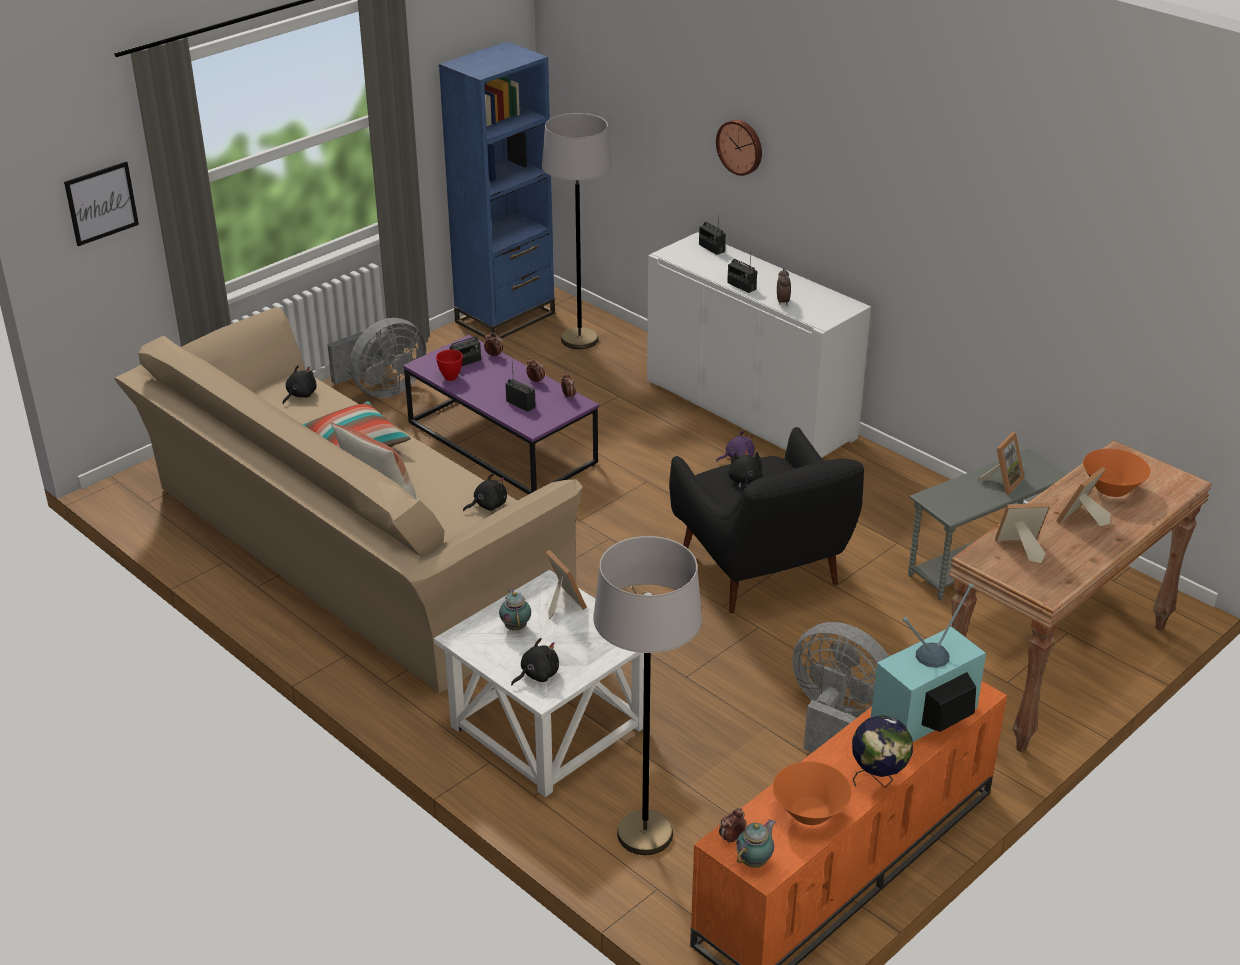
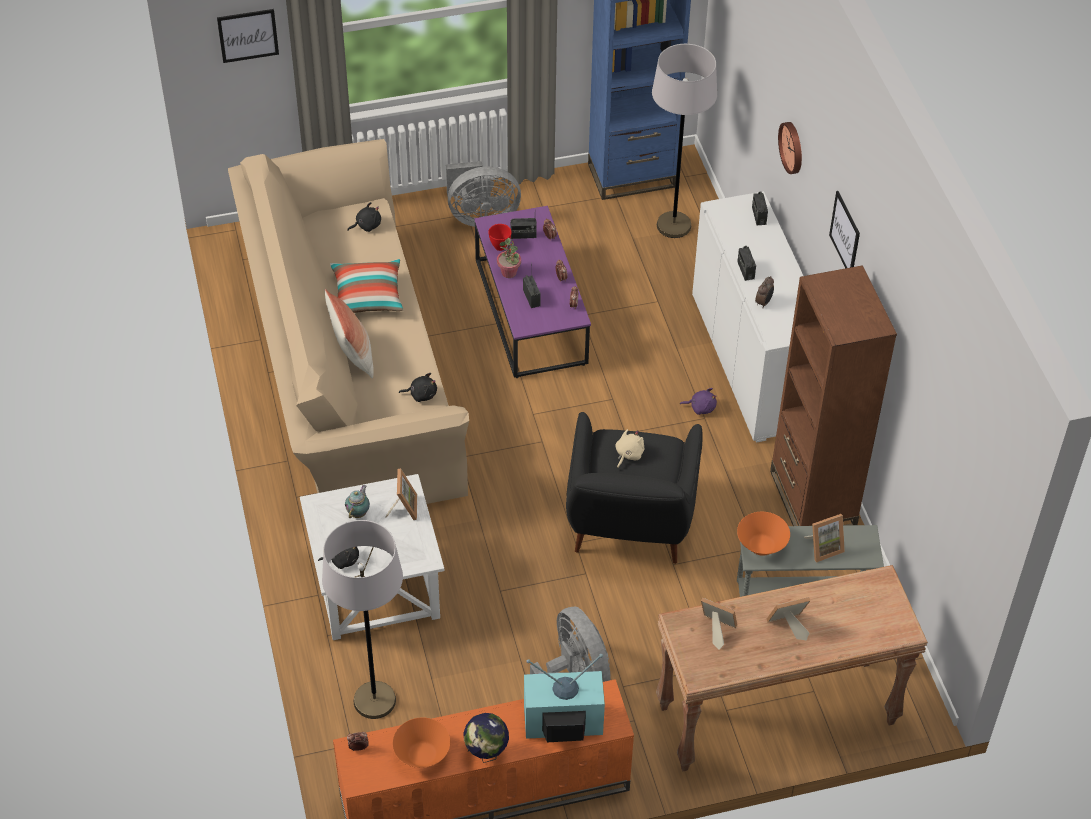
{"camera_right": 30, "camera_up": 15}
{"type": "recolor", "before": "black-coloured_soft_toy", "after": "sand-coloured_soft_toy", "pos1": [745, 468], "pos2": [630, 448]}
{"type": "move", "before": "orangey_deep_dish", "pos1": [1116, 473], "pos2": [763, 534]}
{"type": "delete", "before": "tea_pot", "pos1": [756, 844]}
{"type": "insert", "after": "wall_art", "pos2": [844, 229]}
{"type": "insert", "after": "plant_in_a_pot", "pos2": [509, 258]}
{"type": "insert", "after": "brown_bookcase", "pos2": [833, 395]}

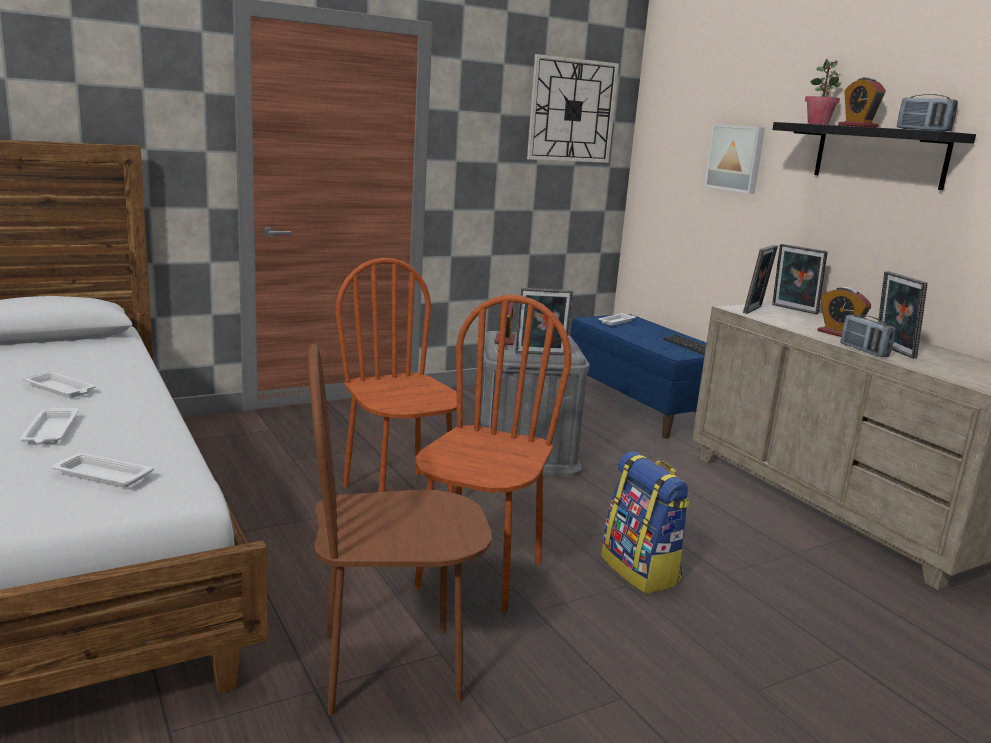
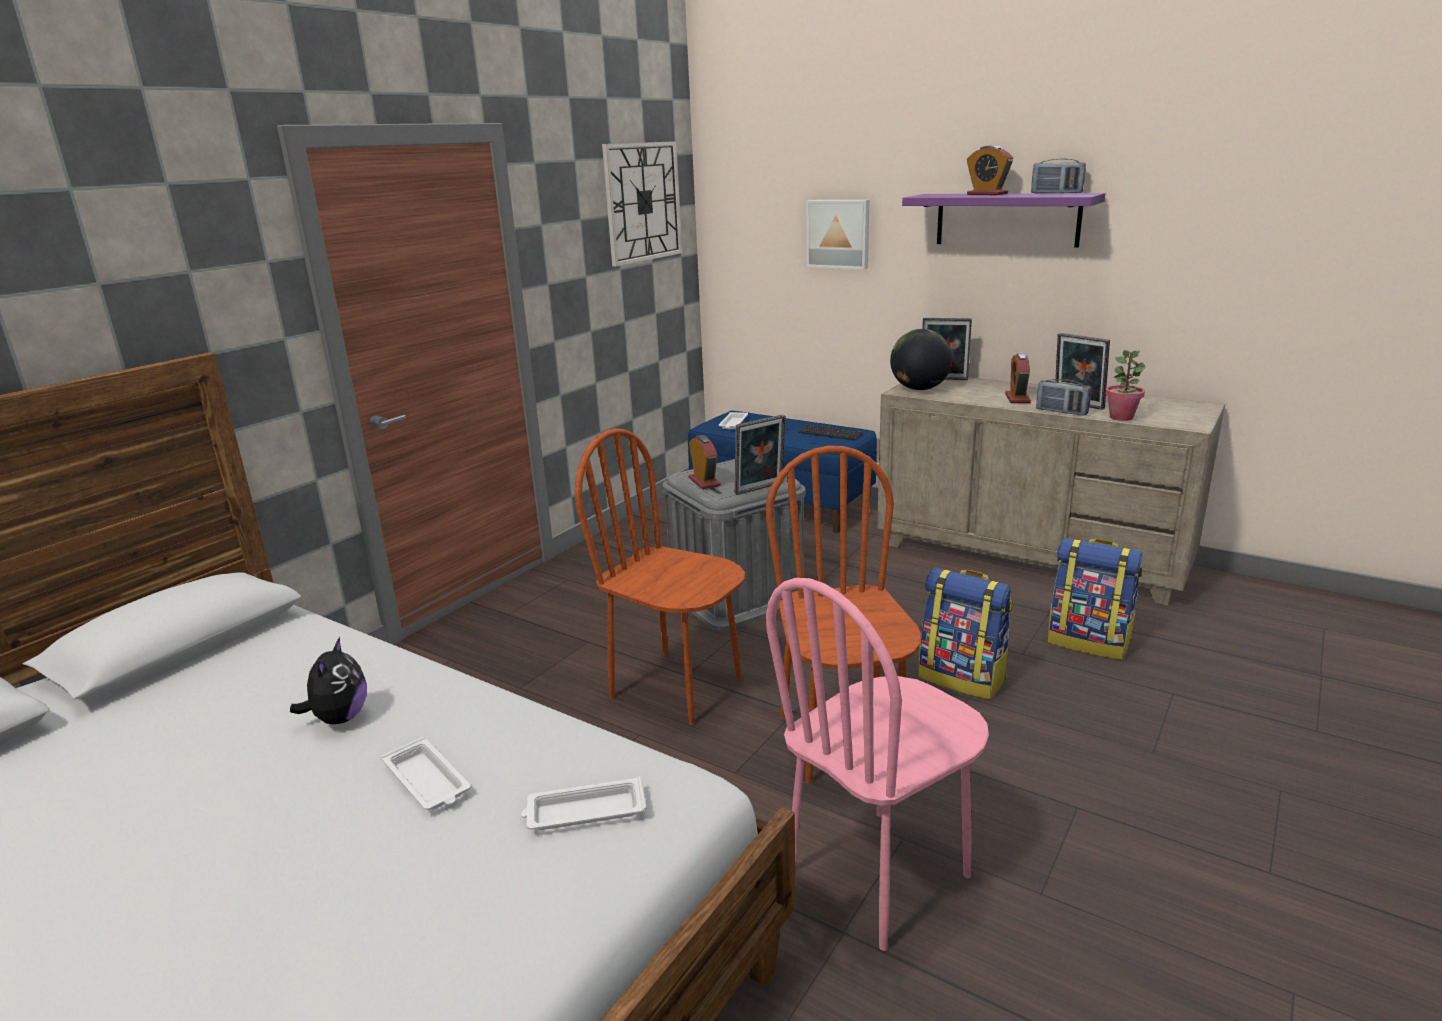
{"camera_right": -25, "camera_up": 5}
{"type": "move", "before": "plant_in_a_pot", "pos1": [823, 92], "pos2": [1125, 385]}
{"type": "recolor", "before": "black-coloured_bracket_shelf", "after": "purple_bracket_shelf", "pos1": [874, 156], "pos2": [1003, 220]}
{"type": "replace", "before": "picture_frame", "after": "desk_globe", "pos1": [760, 279], "pos2": [921, 359]}
{"type": "rotate", "before": "bedside_clock", "pos1": [844, 312], "pos2": [1018, 378], "turn": 75}
{"type": "recolor", "before": "brown_upright_chair", "after": "pinkish_upright_chair", "pos1": [400, 529], "pos2": [877, 764]}
{"type": "replace", "before": "white_carrying_tray", "after": "soft_toy", "pos1": [59, 384], "pos2": [328, 680]}
{"type": "insert", "after": "knapsack", "pos2": [1095, 599]}

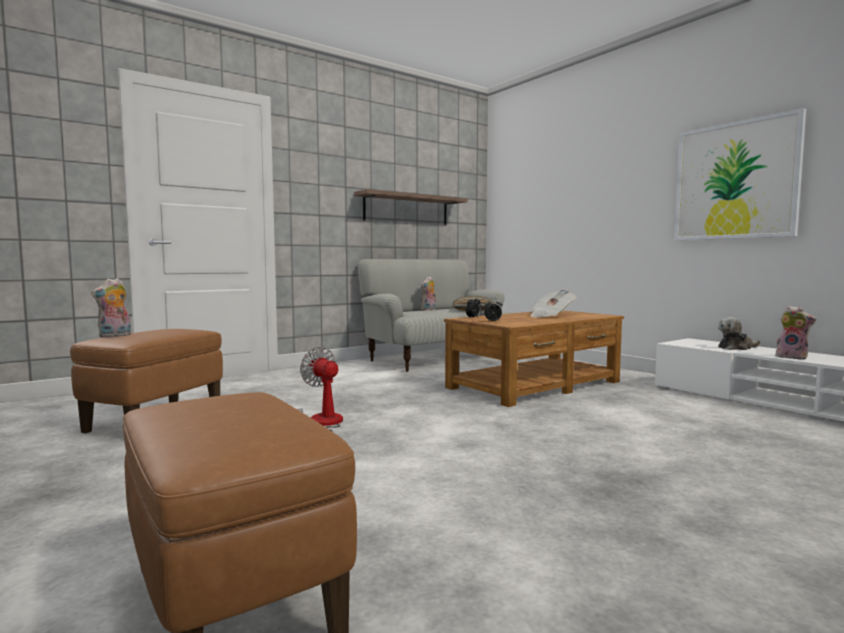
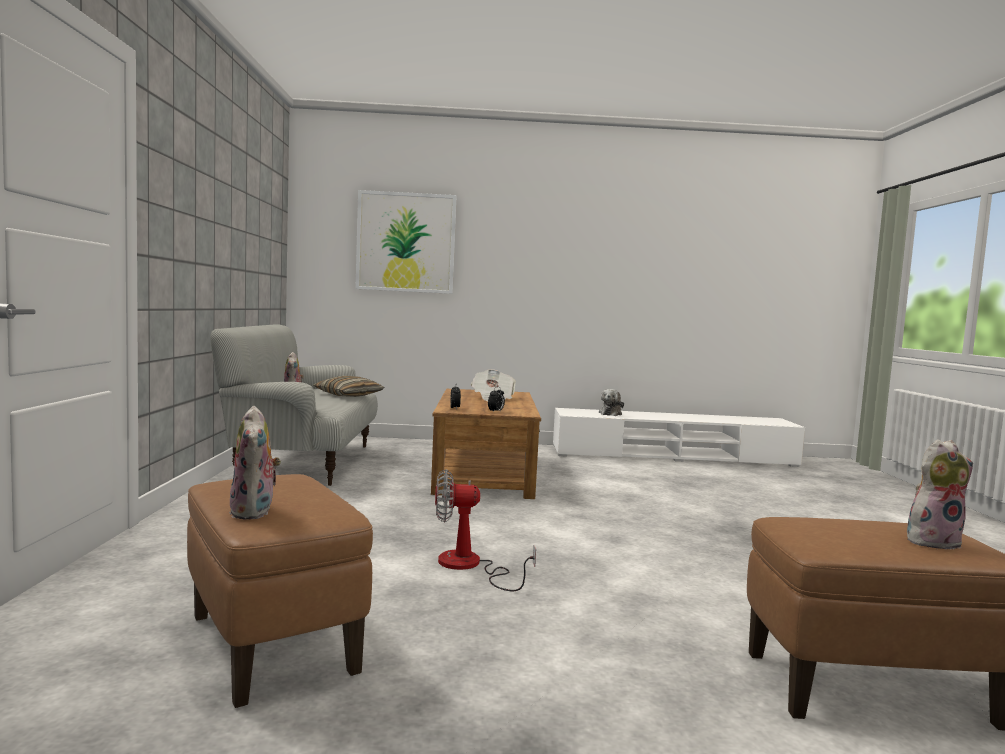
{"camera_right": -55, "camera_up": 0}
{"type": "move", "before": "wall_art", "pos1": [740, 174], "pos2": [406, 242]}
{"type": "delete", "before": "bracket_shelf", "pos1": [410, 207]}
{"type": "move", "before": "soft_toy", "pos1": [795, 332], "pos2": [940, 494]}

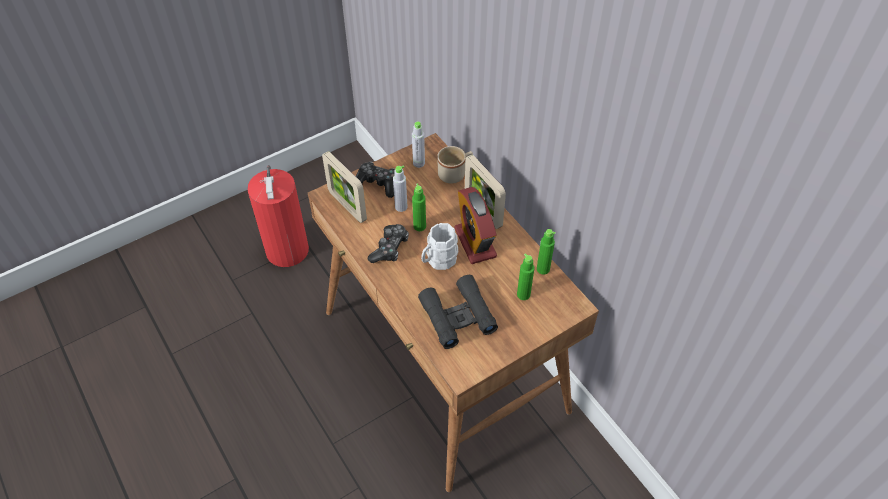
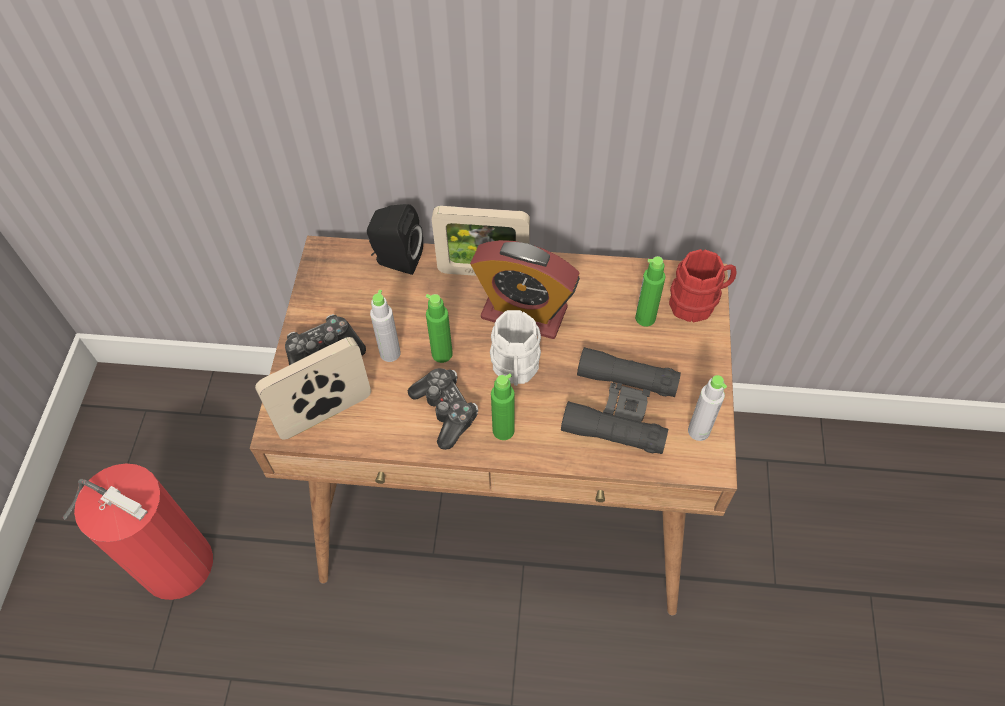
{"camera_right": -50, "camera_up": 5}
{"type": "move", "before": "gray_bottle", "pos1": [418, 144], "pos2": [707, 408]}
{"type": "replace", "before": "sand-coloured_tea_mug", "after": "black-coloured_loudspeaker", "pos1": [455, 165], "pos2": [395, 239]}
{"type": "rotate", "before": "picture_frame", "pos1": [344, 187], "pos2": [313, 388], "turn": 150}
{"type": "move", "before": "green-coloured_bottle", "pos1": [546, 251], "pos2": [503, 407]}
{"type": "insert", "after": "reddish_tea_mug", "pos2": [703, 285]}

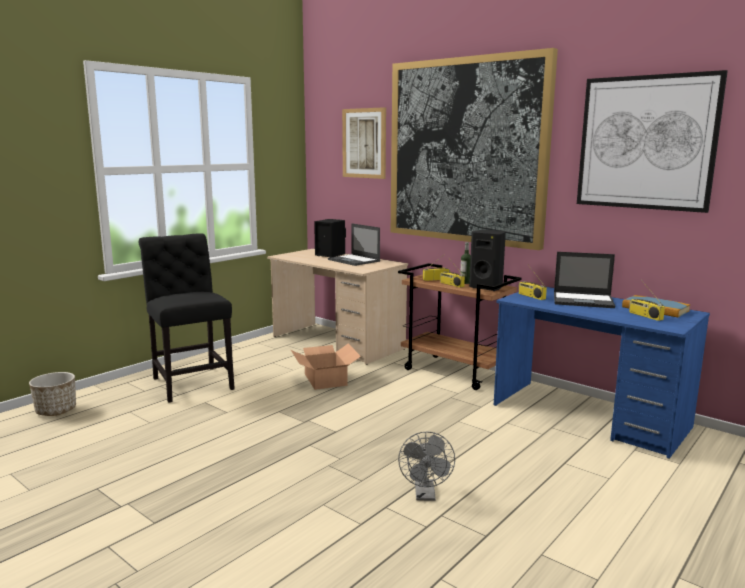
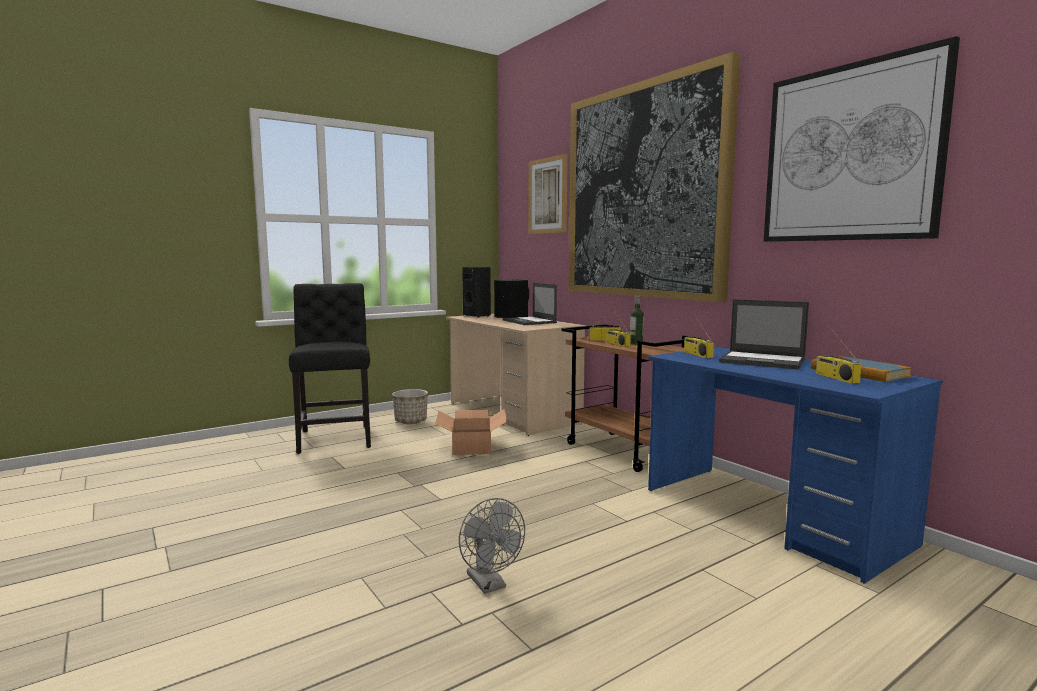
{"camera_right": 15, "camera_up": -5}
{"type": "move", "before": "black-coloured_loudspeaker", "pos1": [487, 260], "pos2": [476, 292]}
{"type": "move", "before": "plant_pot", "pos1": [52, 394], "pos2": [410, 406]}
{"type": "rotate", "before": "gray_cooling_fan", "pos1": [426, 466], "pos2": [492, 546], "turn": -45}

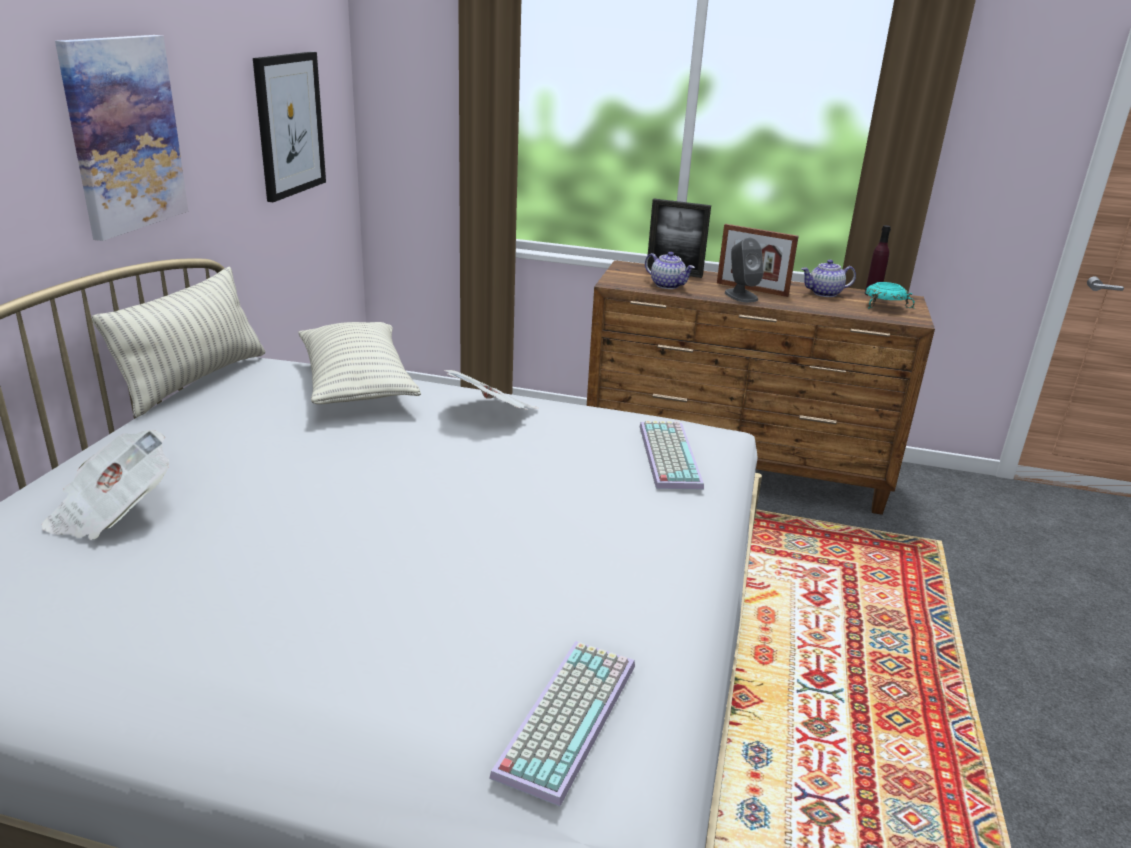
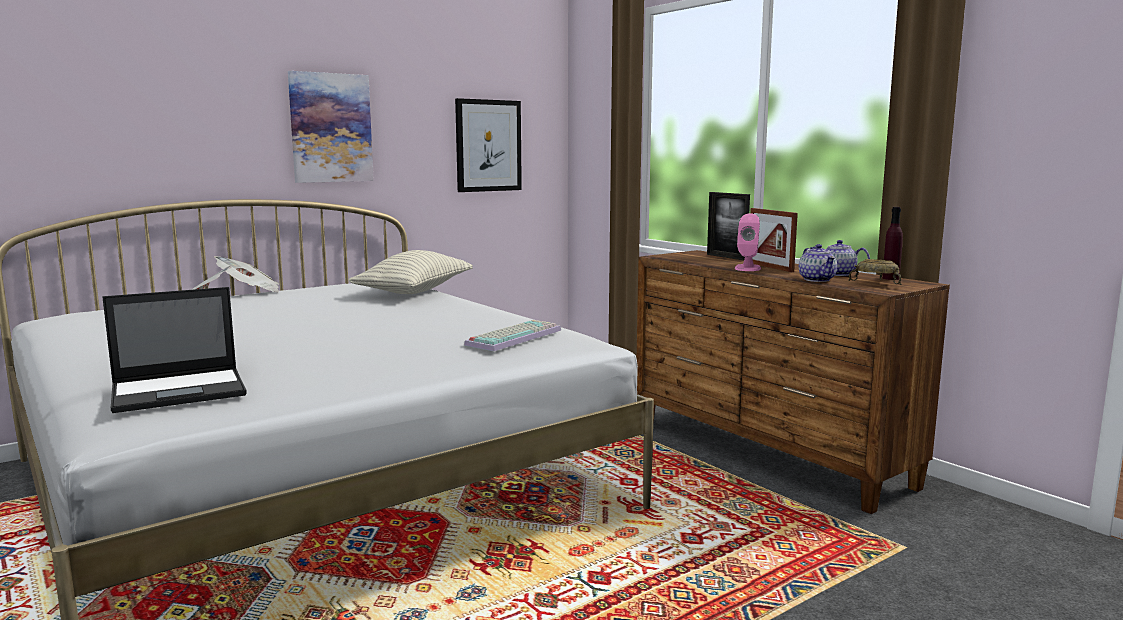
{"camera_right": 40, "camera_up": -15}
{"type": "recolor", "before": "gray_loudspeaker", "after": "pinkish_loudspeaker", "pos1": [744, 270], "pos2": [748, 242]}
{"type": "move", "before": "tea_pot", "pos1": [670, 270], "pos2": [818, 263]}
{"type": "delete", "before": "pillow", "pos1": [178, 342]}
{"type": "recolor", "before": "turquoise_deep_dish", "after": "sand-coloured_deep_dish", "pos1": [890, 295], "pos2": [874, 272]}
{"type": "move", "before": "printed_paper", "pos1": [491, 390], "pos2": [246, 274]}
{"type": "replace", "before": "PC_keyboard", "after": "laptop", "pos1": [562, 723], "pos2": [174, 350]}

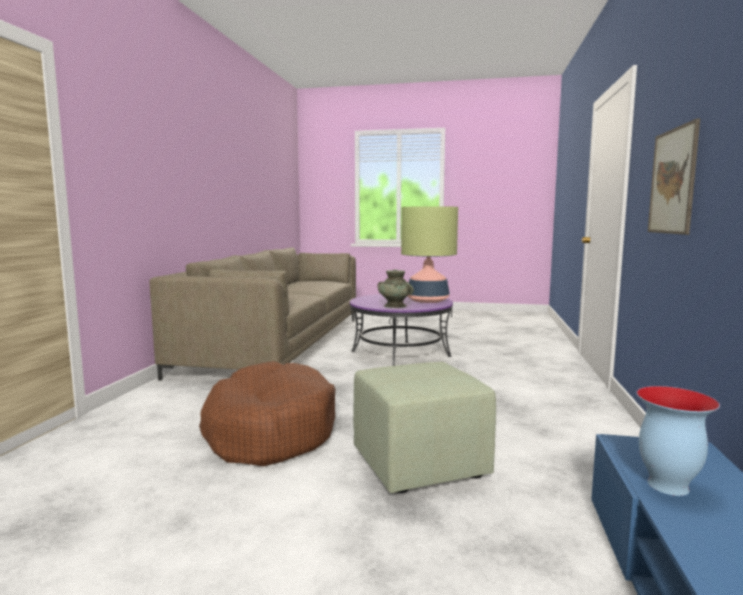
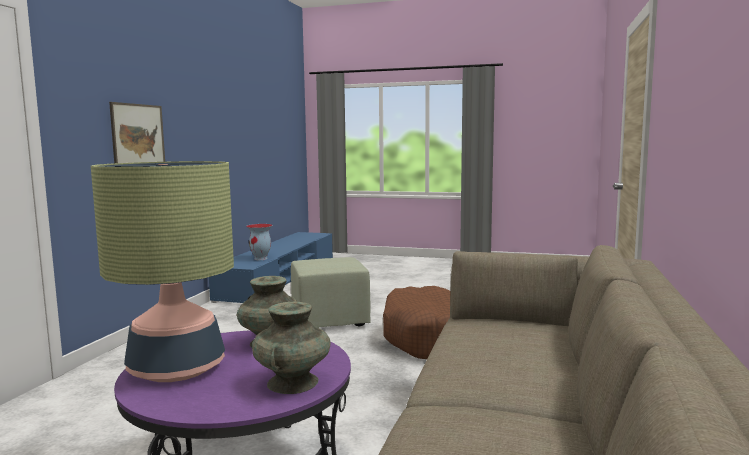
{"camera_right": -175, "camera_up": 0}
{"type": "insert", "after": "turquoise_decorative_vase", "pos2": [291, 348]}

